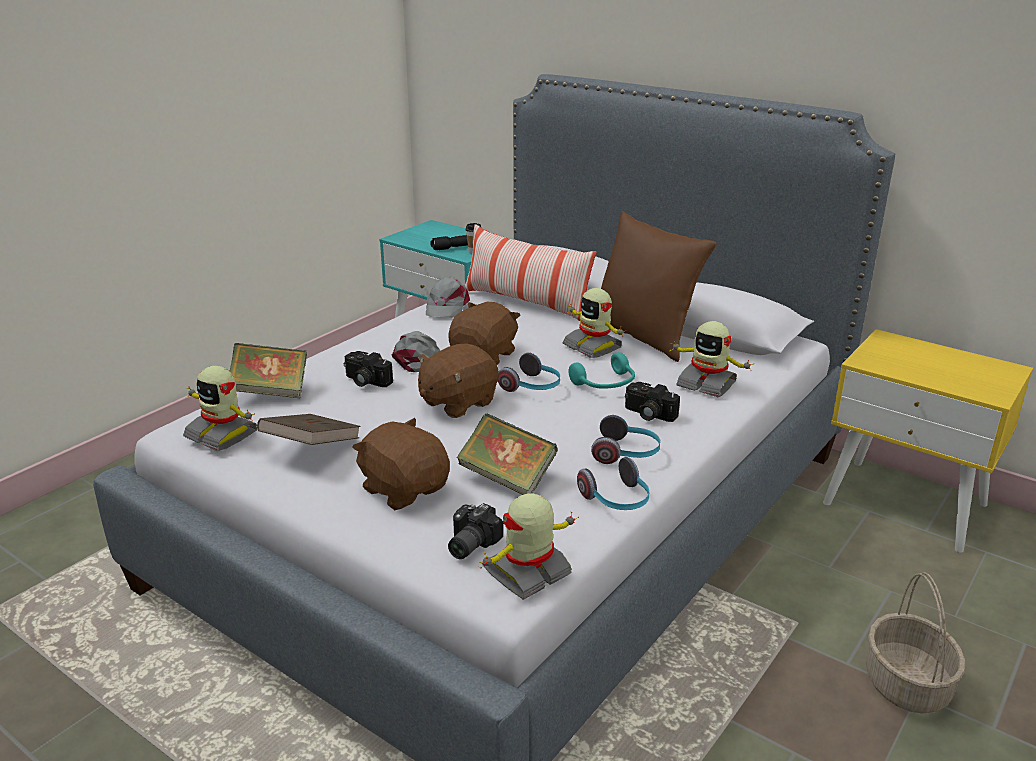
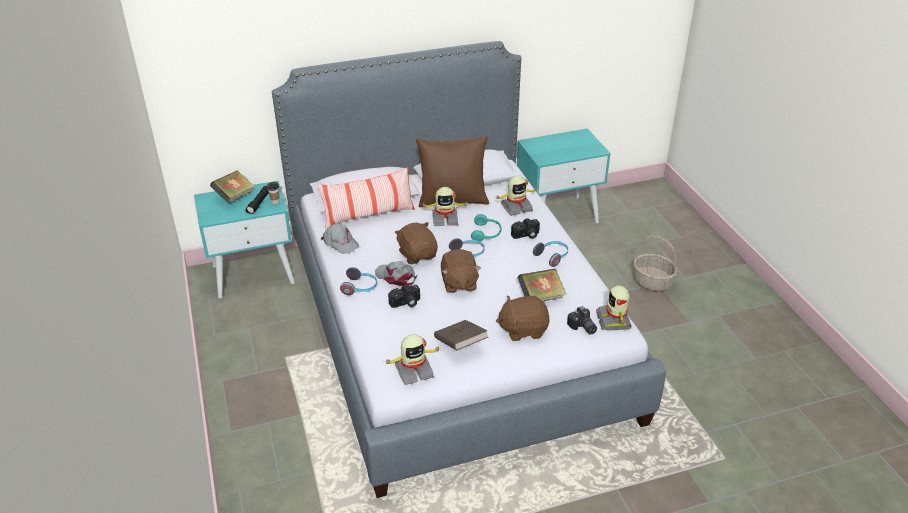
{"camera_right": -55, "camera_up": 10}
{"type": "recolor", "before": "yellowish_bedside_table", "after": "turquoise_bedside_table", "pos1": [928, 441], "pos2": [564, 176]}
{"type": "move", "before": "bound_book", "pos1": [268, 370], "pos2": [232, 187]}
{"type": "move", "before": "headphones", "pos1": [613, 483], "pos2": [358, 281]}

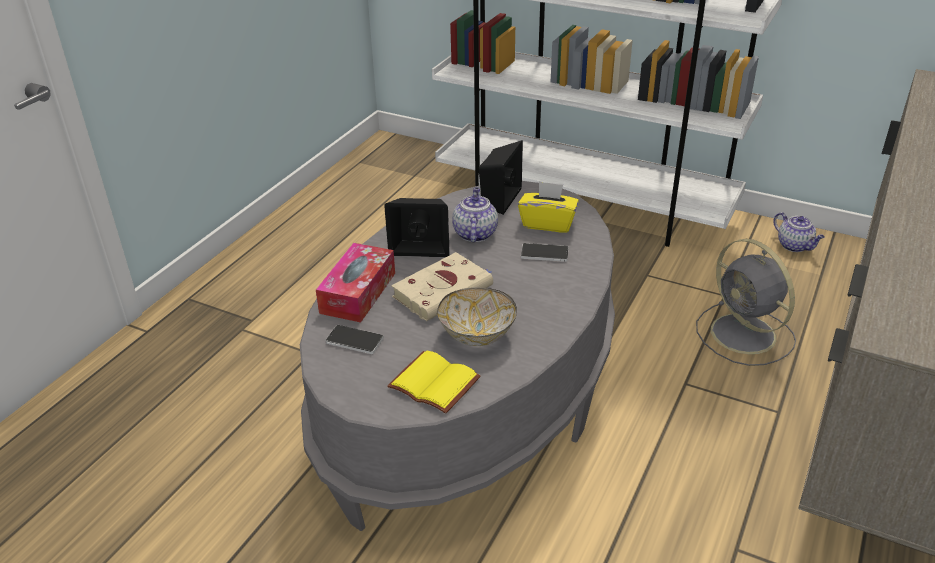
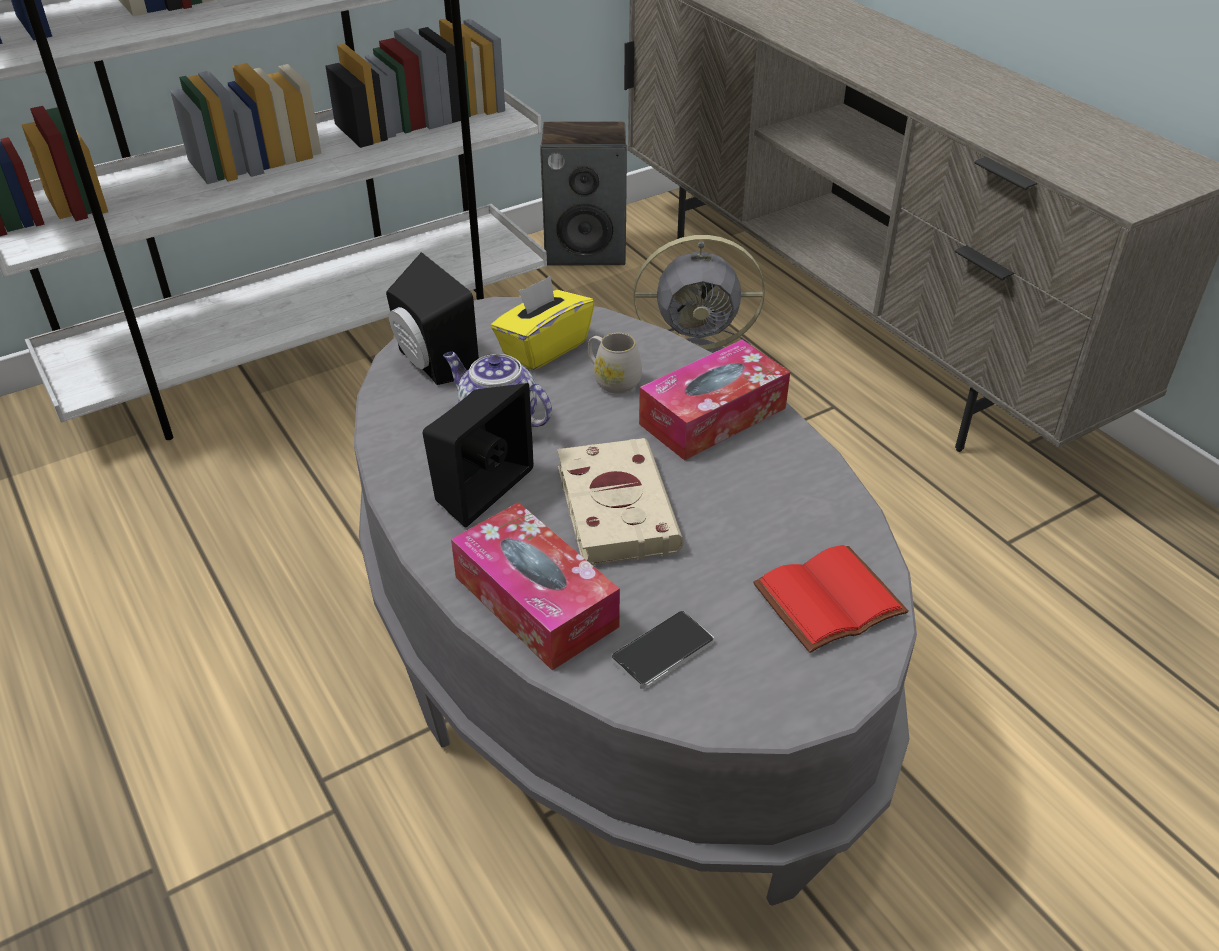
{"camera_right": -60, "camera_up": 5}
{"type": "replace", "before": "tea_pot", "after": "loudspeaker", "pos1": [799, 232], "pos2": [583, 193]}
{"type": "replace", "before": "phone", "after": "white_tea_mug", "pos1": [545, 252], "pos2": [615, 363]}
{"type": "delete", "before": "deep_dish", "pos1": [477, 317]}
{"type": "recolor", "before": "yellowish_bound_book", "after": "reddish_bound_book", "pos1": [434, 382], "pos2": [831, 599]}
{"type": "insert", "after": "box_of_tissues", "pos2": [714, 400]}

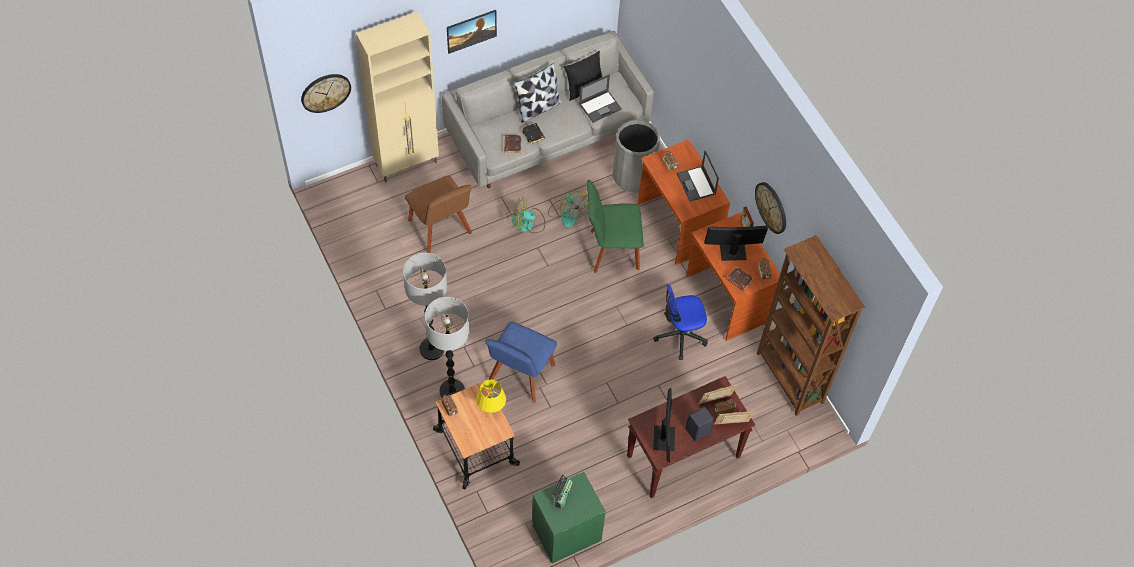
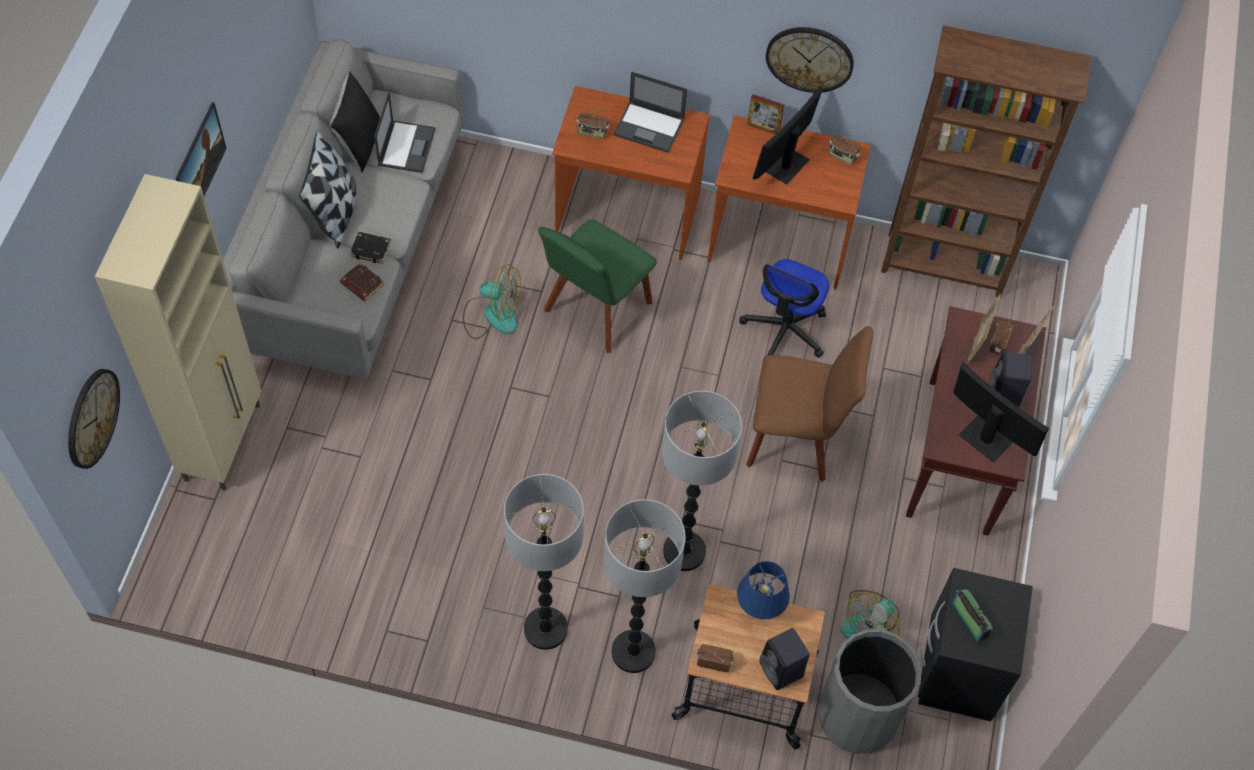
{"camera_right": -50, "camera_up": 0}
{"type": "move", "before": "gray_trash_can", "pos1": [636, 155], "pos2": [870, 691]}
{"type": "move", "before": "brown_upright_chair", "pos1": [438, 214], "pos2": [809, 404]}
{"type": "move", "before": "cooling_fan", "pos1": [528, 215], "pos2": [870, 614]}
{"type": "delete", "before": "brown_bound_book", "pos1": [740, 279]}
{"type": "replace", "before": "blue-coloured_upright_chair", "after": "standard_lamp", "pos1": [521, 362], "pos2": [702, 481]}
{"type": "recolor", "before": "yellowish_table_lamp", "after": "blue-coloured_table_lamp", "pos1": [491, 396], "pos2": [763, 590]}
{"type": "recolor", "before": "green-coloured_bedside_table", "after": "black-coloured_bedside_table", "pos1": [569, 517], "pos2": [975, 644]}
{"type": "insert", "after": "black-coloured_loudspeaker", "pos2": [784, 659]}

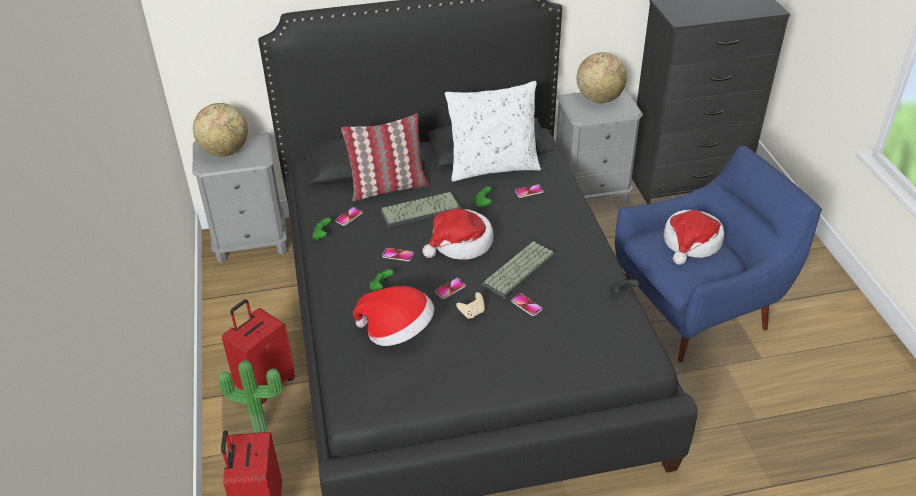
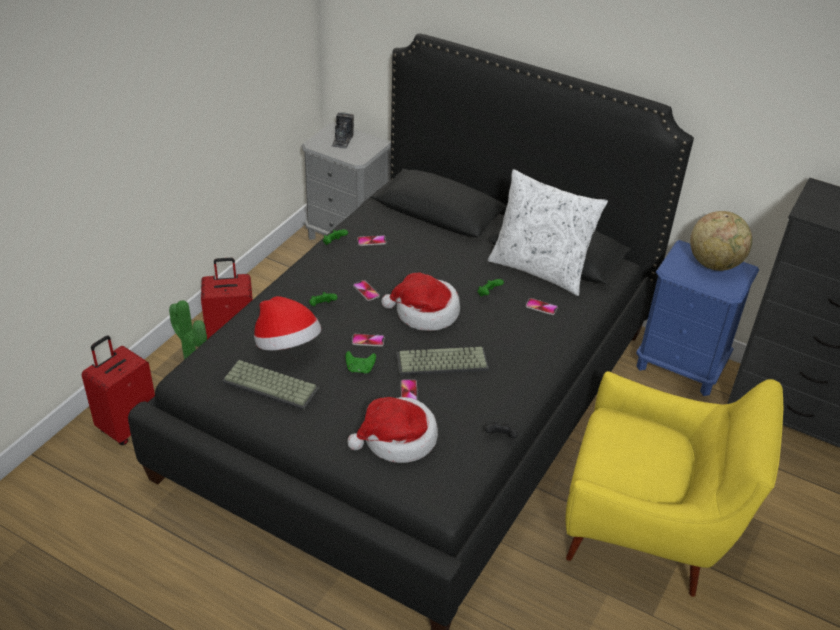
{"camera_right": 40, "camera_up": 0}
{"type": "recolor", "before": "gray_bedside_table", "after": "blue-coloured_bedside_table", "pos1": [599, 146], "pos2": [697, 318]}
{"type": "replace", "before": "desk_globe", "after": "still_camera", "pos1": [220, 130], "pos2": [342, 130]}
{"type": "delete", "before": "pillow", "pos1": [384, 157]}
{"type": "recolor", "before": "blue-coloured_easy_chair", "after": "yellowish_easy_chair", "pos1": [718, 254], "pos2": [674, 484]}
{"type": "move", "before": "PC_keyboard", "pos1": [420, 209], "pos2": [270, 385]}
{"type": "move", "before": "hat", "pos1": [694, 237], "pos2": [392, 430]}
{"type": "recolor", "before": "sand-coloured_gamepad", "after": "green-coloured_gamepad", "pos1": [470, 305], "pos2": [360, 362]}

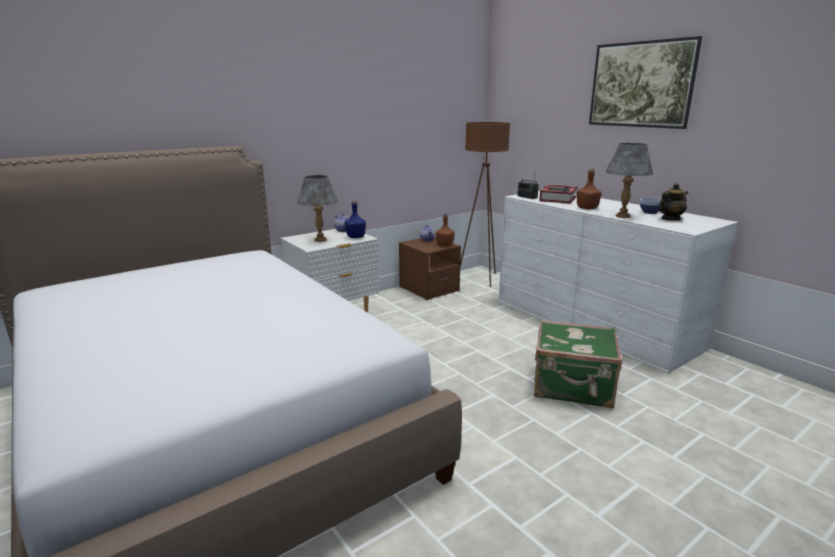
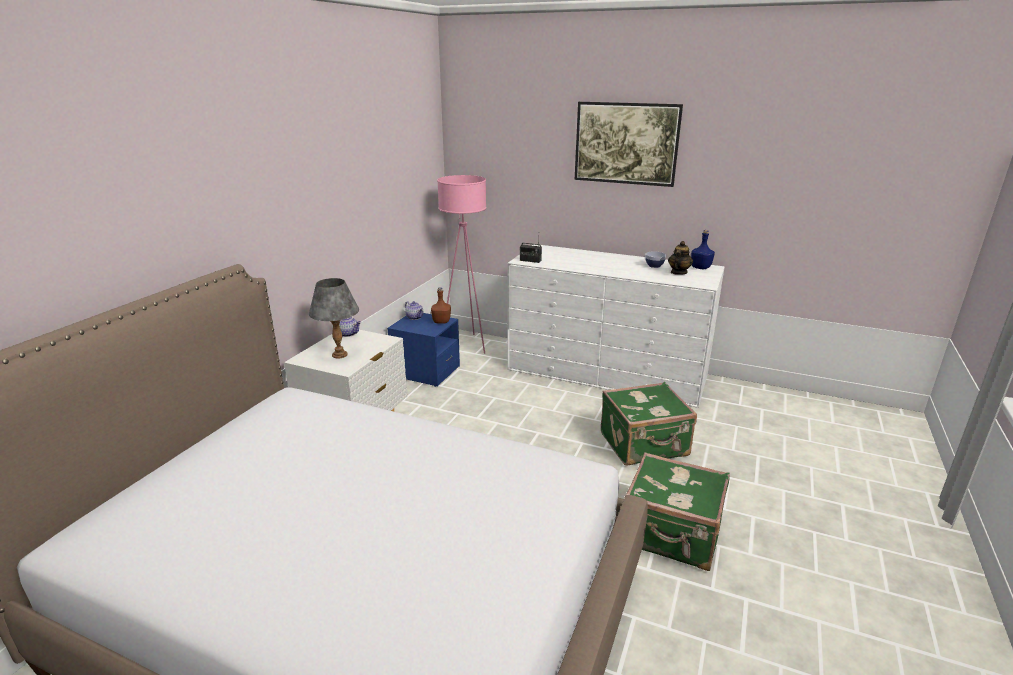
{"camera_right": -30, "camera_up": 5}
{"type": "recolor", "before": "brown_standard_lamp", "after": "pinkish_standard_lamp", "pos1": [485, 204], "pos2": [461, 264]}
{"type": "delete", "before": "gray_table_lamp", "pos1": [629, 180]}
{"type": "delete", "before": "brown_bottle", "pos1": [589, 188]}
{"type": "delete", "before": "bound_book", "pos1": [558, 194]}
{"type": "move", "before": "blue-coloured_bottle", "pos1": [355, 219], "pos2": [703, 249]}
{"type": "recolor", "before": "brown_bedside_table", "after": "blue-coloured_bedside_table", "pos1": [430, 268], "pos2": [423, 350]}
{"type": "insert", "after": "green-coloured_piece_of_luggage", "pos2": [678, 511]}

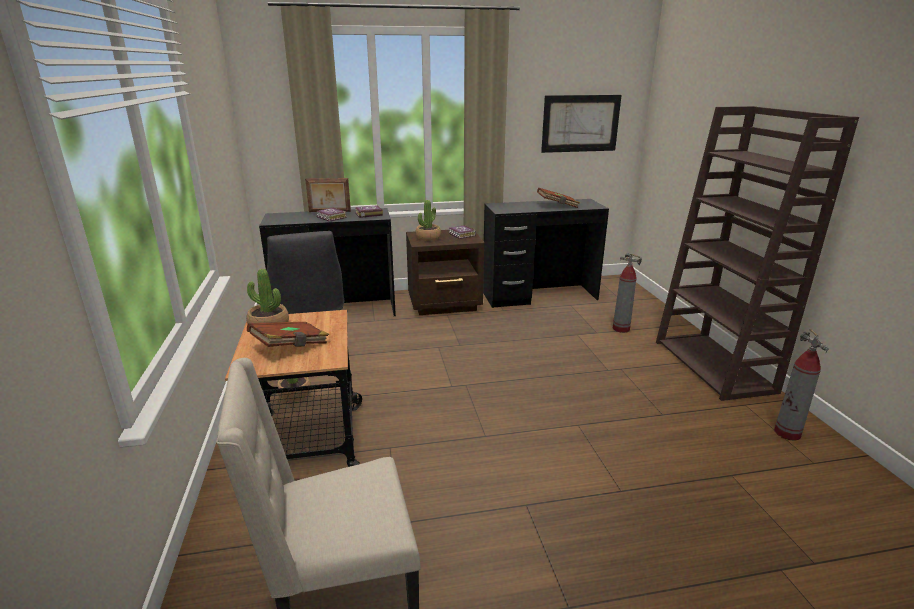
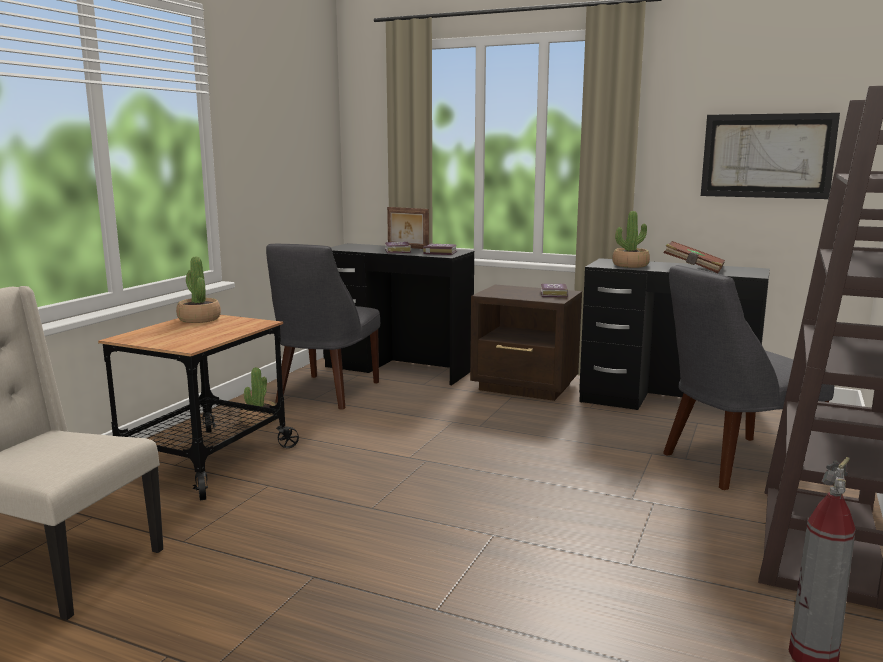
{"camera_right": 35, "camera_up": -10}
{"type": "move", "before": "plant_in_a_pot", "pos1": [428, 220], "pos2": [631, 239]}
{"type": "replace", "before": "fire_extinguisher", "after": "gray_upright_chair", "pos1": [627, 293], "pos2": [748, 377]}
{"type": "delete", "before": "brown_bound_book", "pos1": [288, 334]}

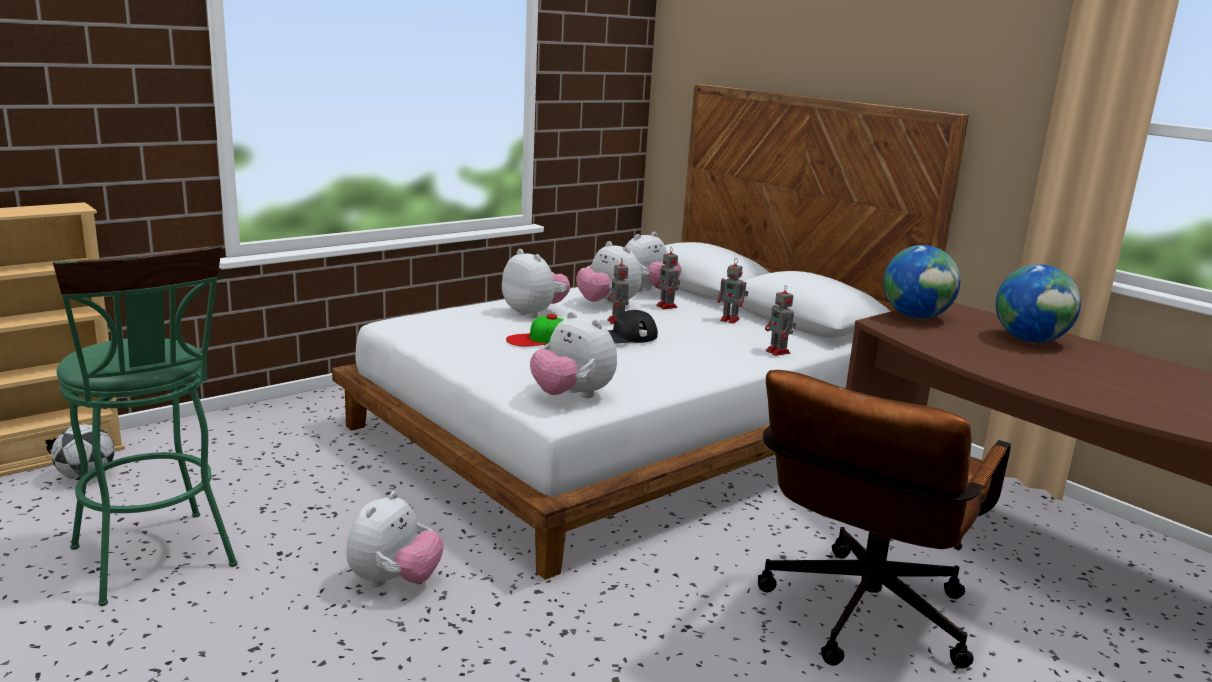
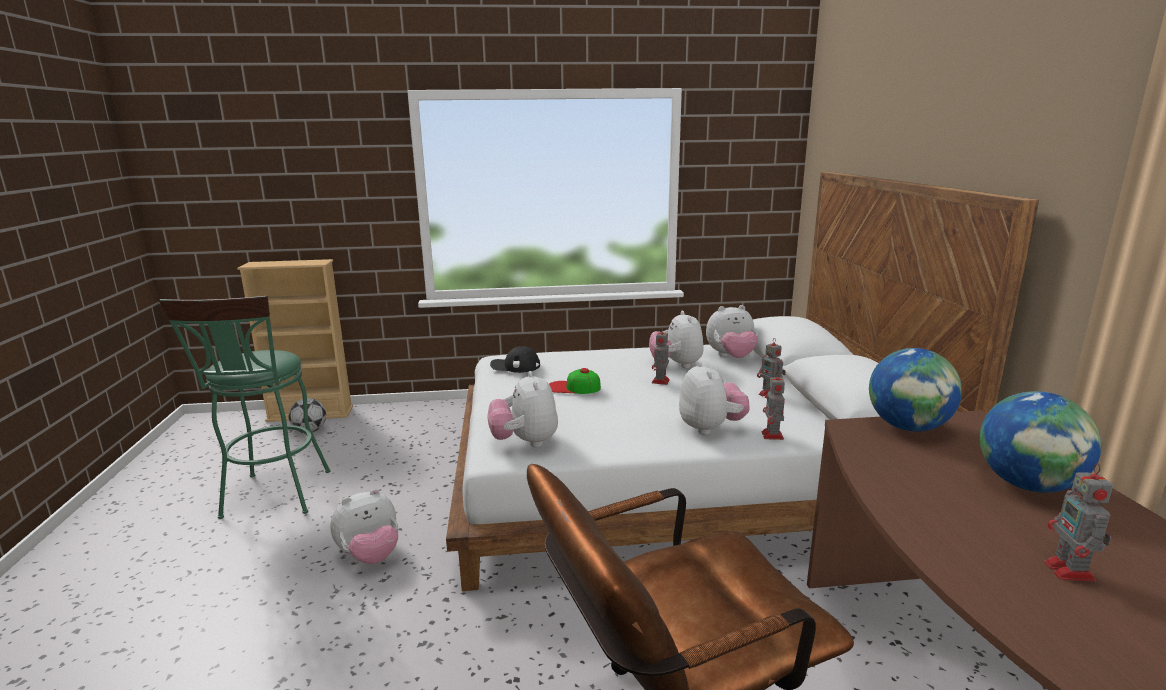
{"camera_right": 35, "camera_up": 0}
{"type": "move", "before": "toy_robot", "pos1": [667, 278], "pos2": [1078, 522]}
{"type": "move", "before": "soft_toy", "pos1": [536, 283], "pos2": [714, 398]}
{"type": "move", "before": "black-coloured_baseball_cap", "pos1": [633, 327], "pos2": [515, 359]}

